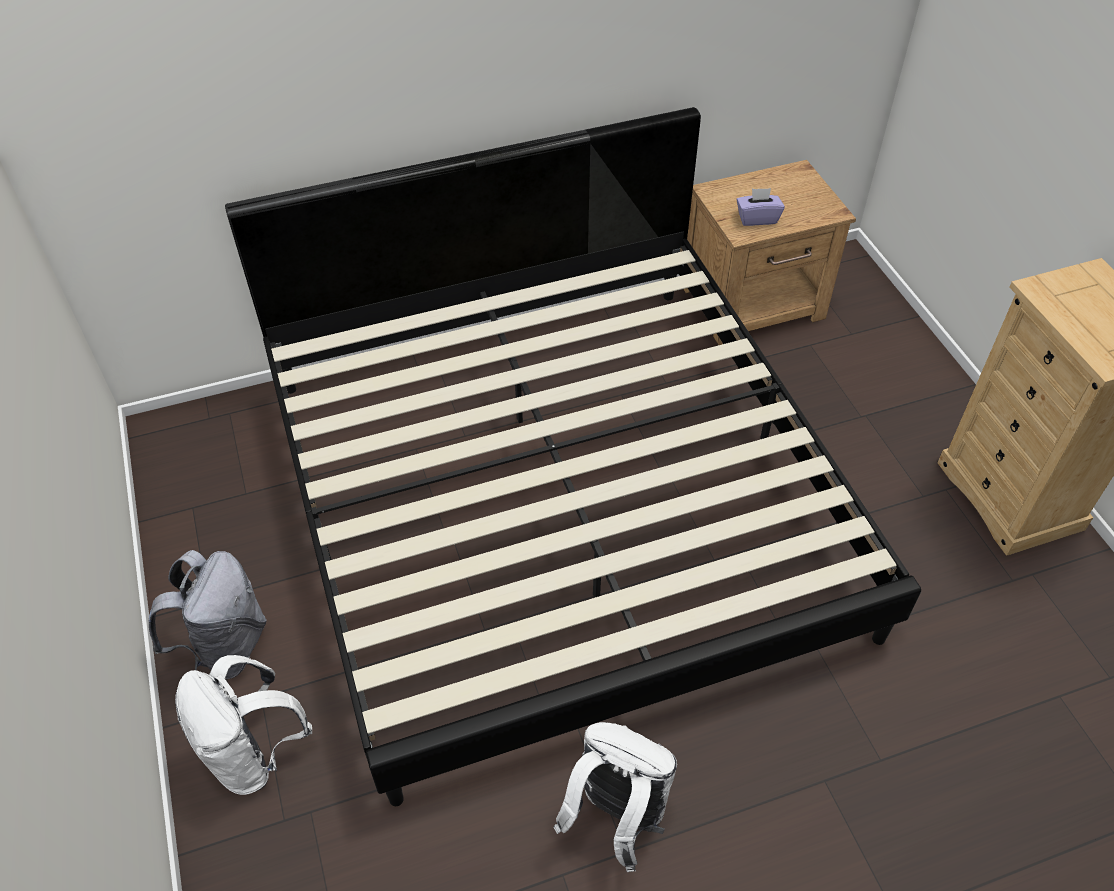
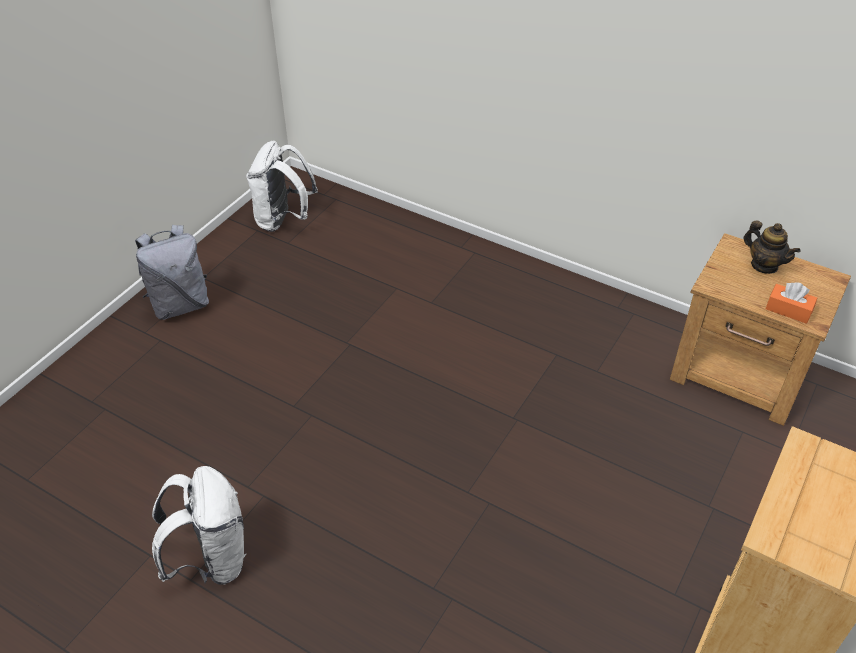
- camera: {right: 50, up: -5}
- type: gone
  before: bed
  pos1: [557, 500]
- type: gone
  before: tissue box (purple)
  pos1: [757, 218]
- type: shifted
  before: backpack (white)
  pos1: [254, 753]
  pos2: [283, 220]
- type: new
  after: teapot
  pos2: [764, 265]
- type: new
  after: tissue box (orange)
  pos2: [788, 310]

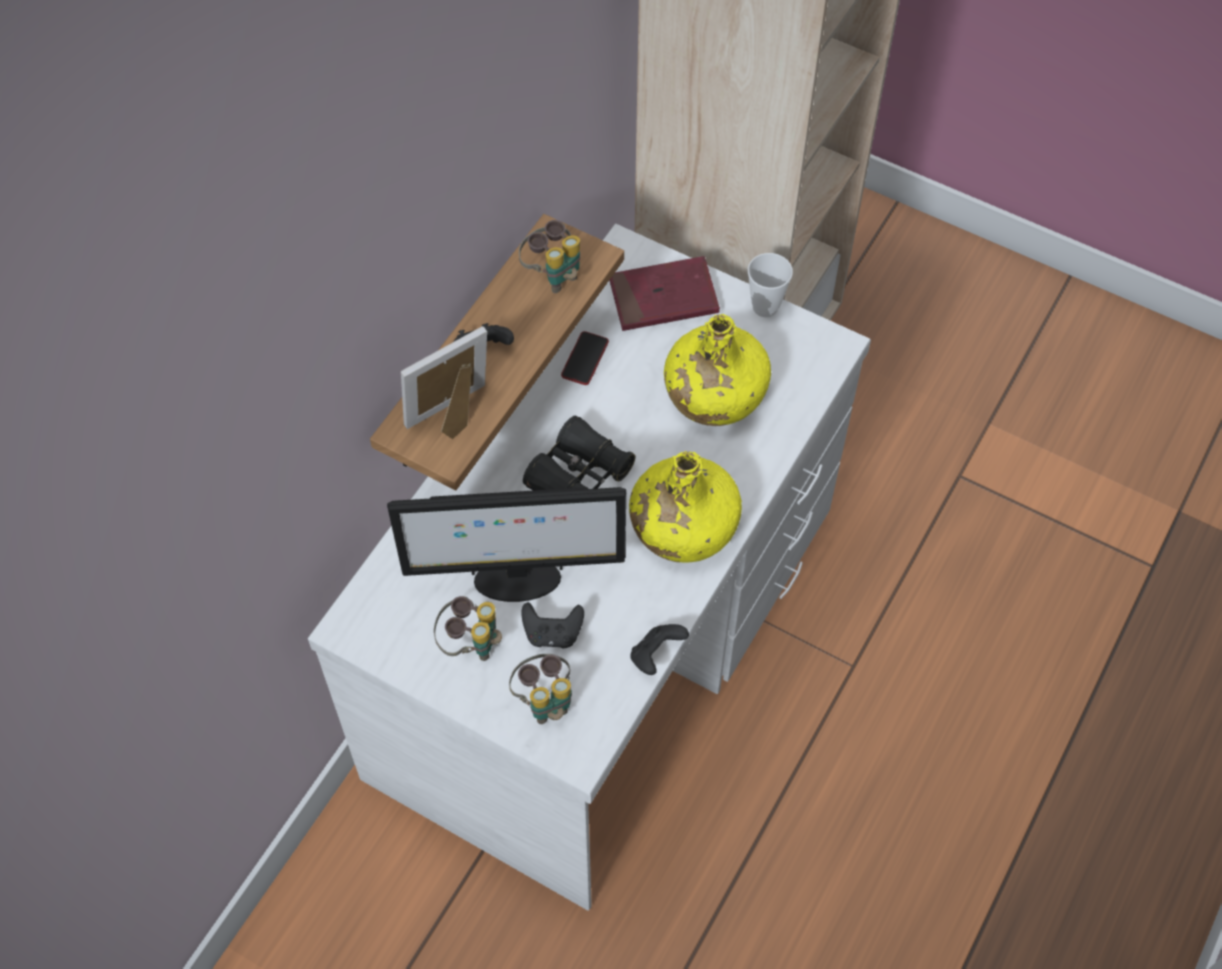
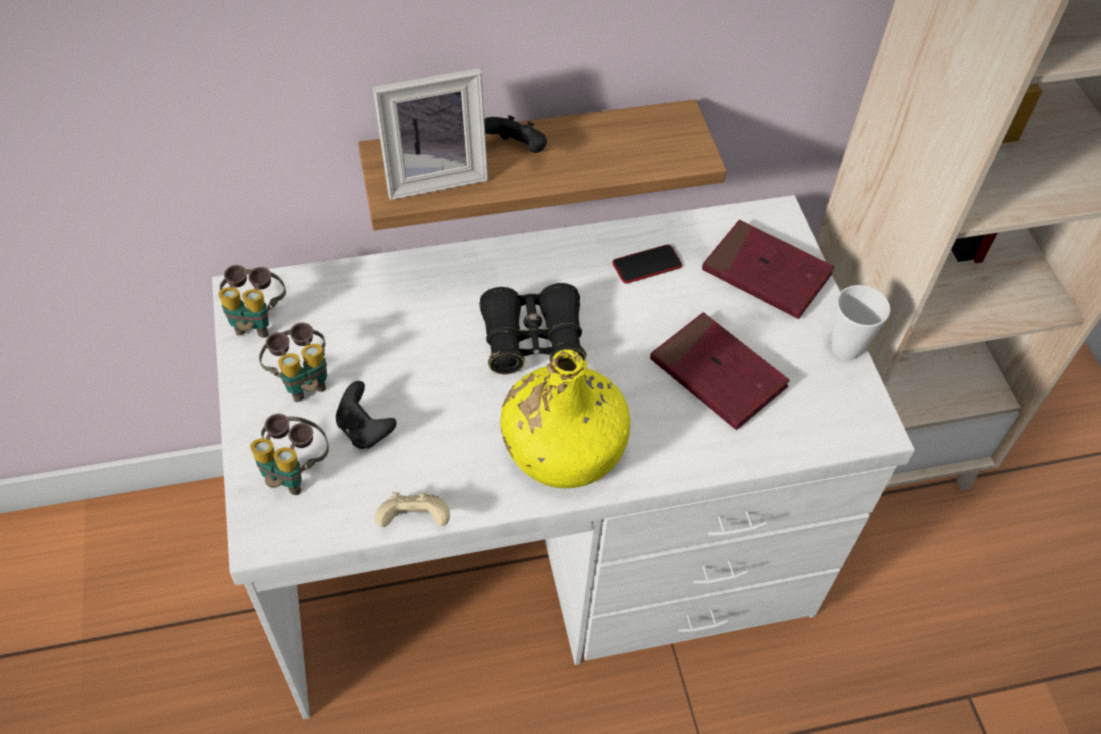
- camera: {right: 45, up: -5}
- type: shifted
  before: binoculars
  pos1: [553, 274]
  pos2: [256, 320]
- type: swapped
  before: bottle (yellow)
  after: book (red)
  pos1: [714, 394]
  pos2: [717, 374]
- type: rotated
  before: picture frame
  pos1: [453, 417]
  pos2: [434, 175]
  turn: 150
- type: gone
  before: monitor
  pos1: [515, 580]
- type: repainted
  before: game controller (black)
  after: game controller (beige)
  pos1: [656, 655]
  pos2: [415, 521]

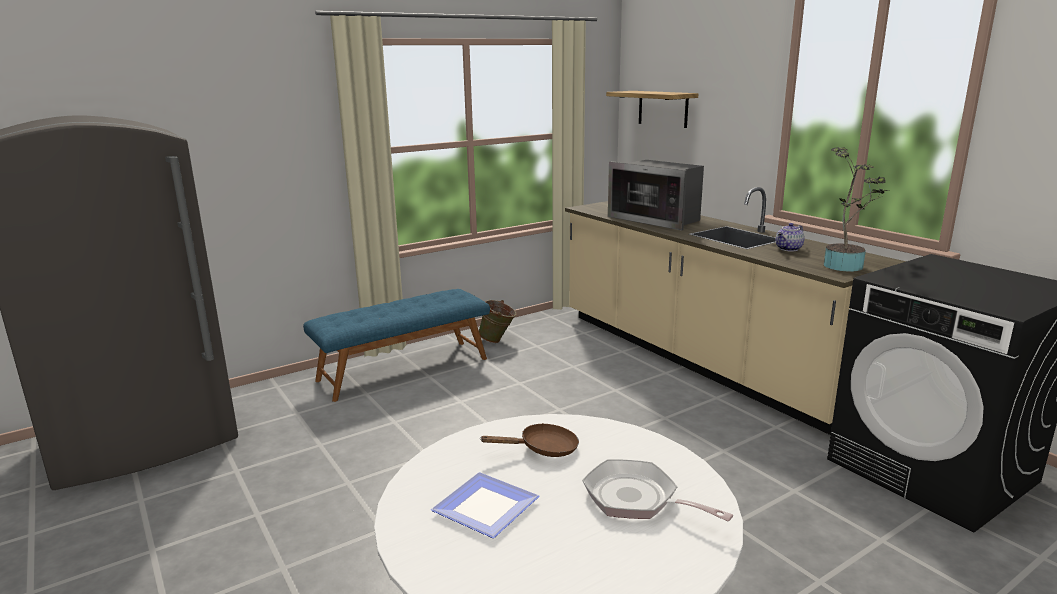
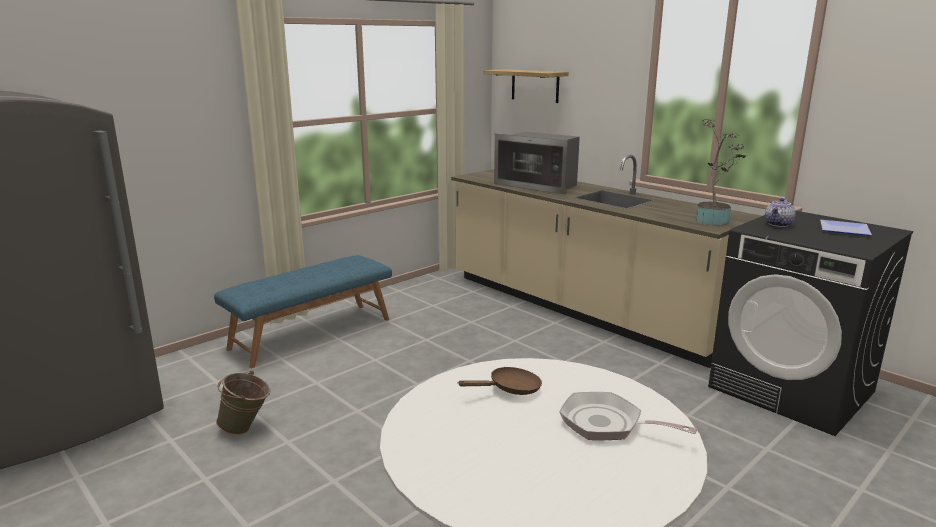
- camera: {right: -10, up: 0}
- type: shifted
  before: teapot
  pos1: [789, 249]
  pos2: [779, 224]
- type: shifted
  before: bucket (green)
  pos1: [498, 341]
  pos2: [247, 429]
- type: shifted
  before: plate
  pos1: [485, 505]
  pos2: [842, 229]

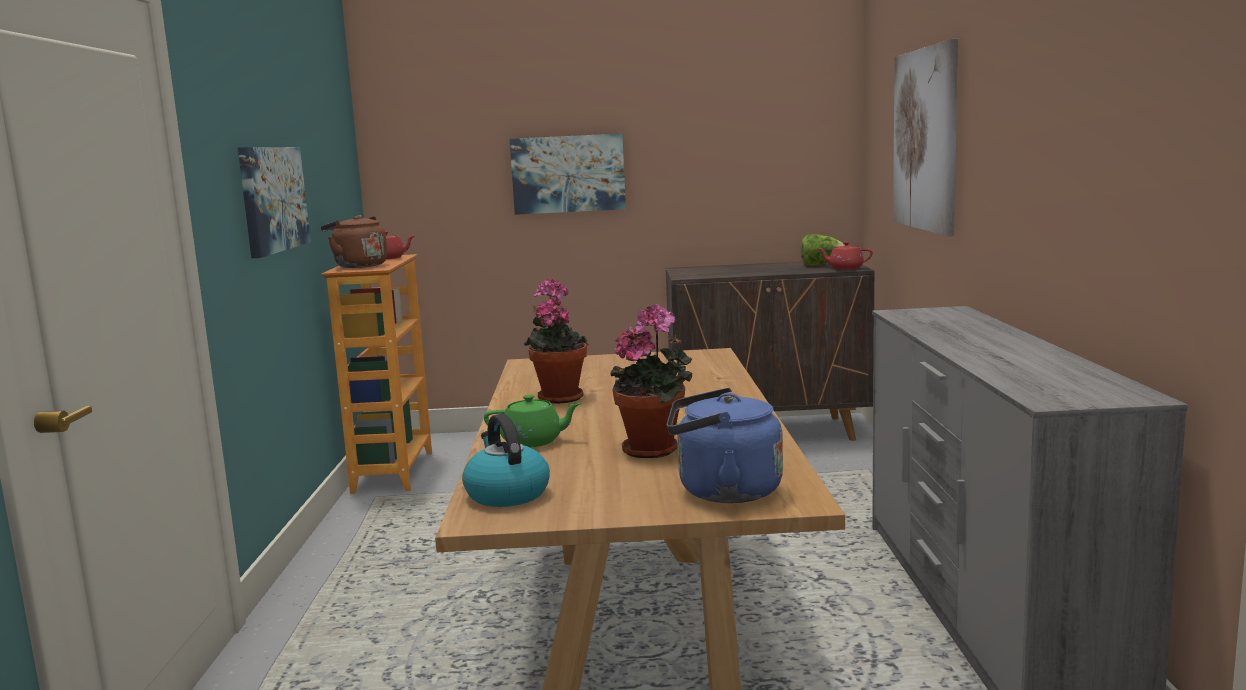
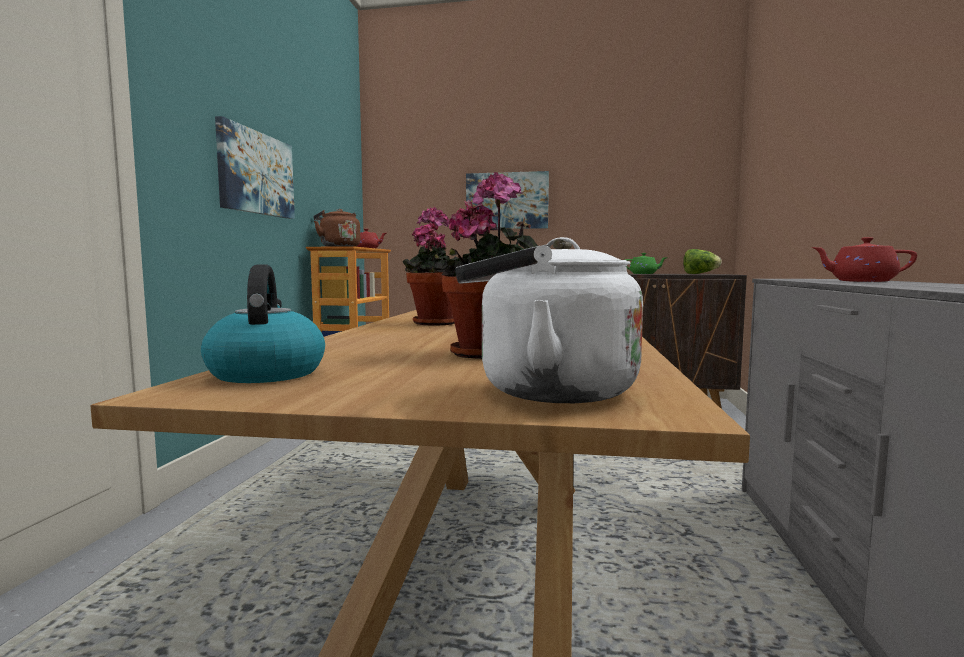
- camera: {right: 10, up: -5}
- type: gone
  before: picture
  pos1: [925, 139]
- type: shifted
  before: teapot (red)
  pos1: [845, 268]
  pos2: [861, 281]
- type: repainted
  before: kettle (blue)
  after: kettle (white)
  pos1: [722, 492]
  pos2: [546, 391]
- type: shifted
  before: teapot (green)
  pos1: [533, 441]
  pos2: [644, 274]

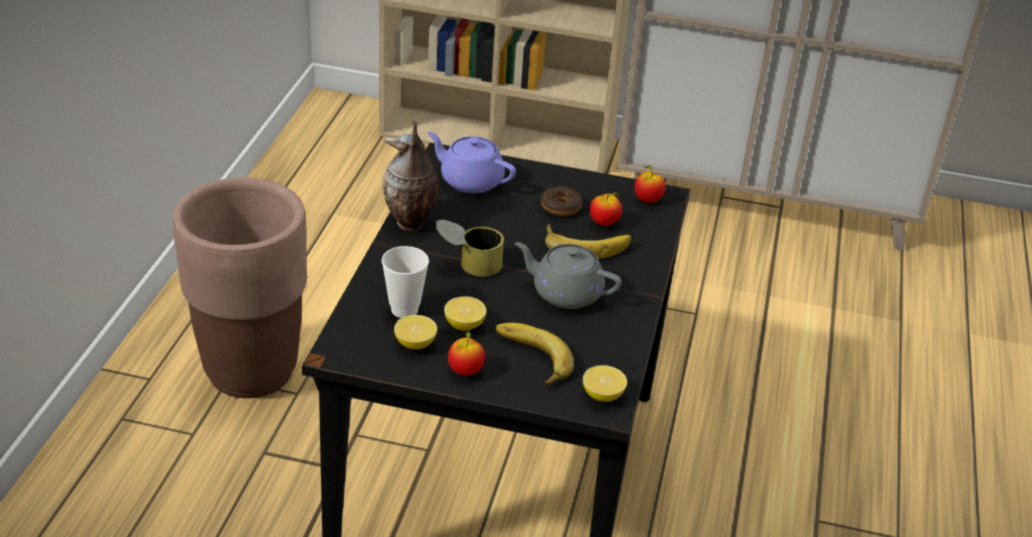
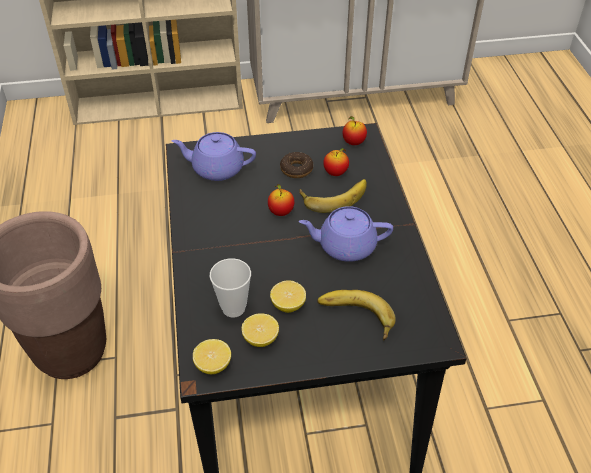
- camera: {right: -20, up: 10}
- type: gone
  before: vase
  pos1: [410, 223]
- type: gone
  before: can
  pos1: [468, 264]
- type: repainted
  before: teapot (grey)
  after: teapot (purple)
  pos1: [565, 293]
  pos2: [345, 246]
- type: shifted
  before: apple
  pos1: [465, 371]
  pos2: [281, 212]
- type: shifted
  before: lemon
  pos1: [602, 395]
  pos2: [213, 365]

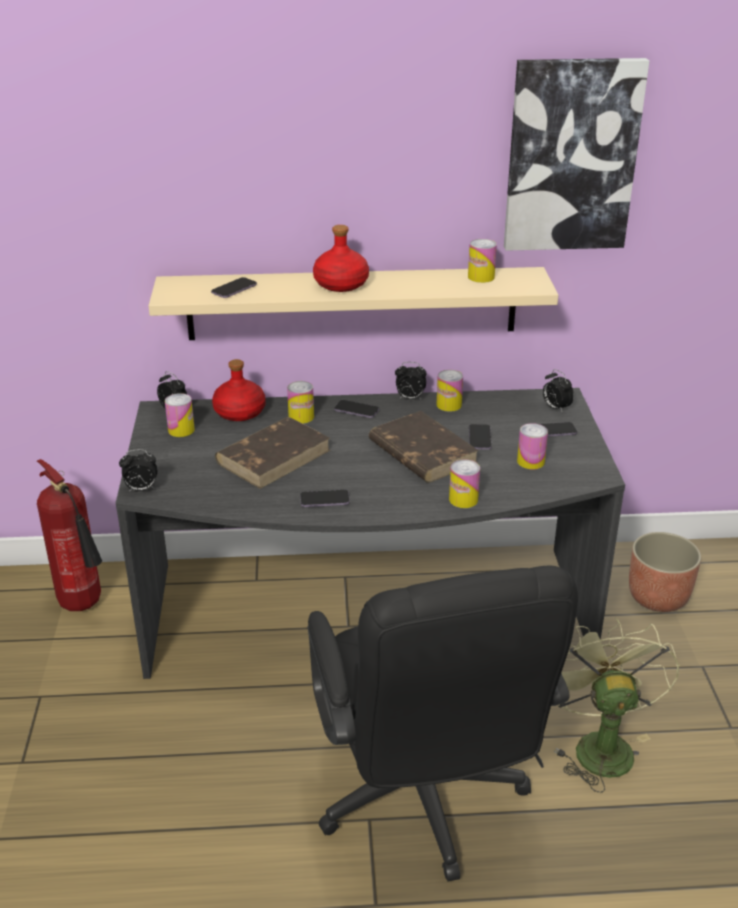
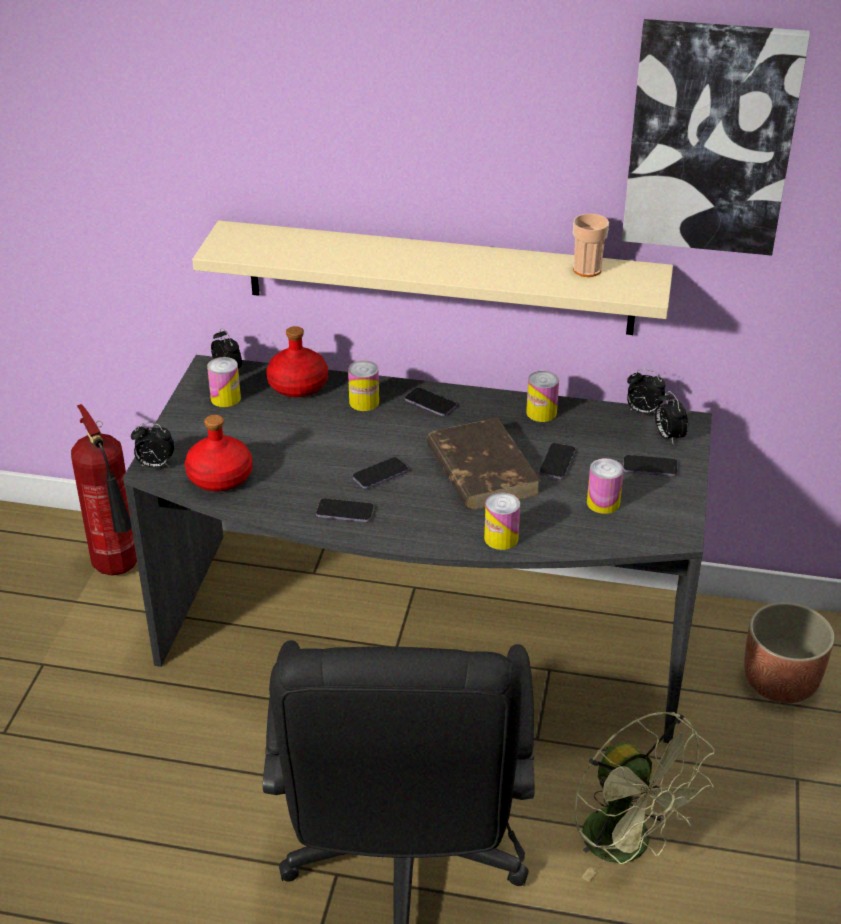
- camera: {right: 15, up: 5}
- type: shifted
  before: bottle (red)
  pos1: [340, 284]
  pos2: [219, 477]
- type: swapped
  before: can
  after: cup
  pos1: [481, 277]
  pos2: [587, 270]
- type: shifted
  before: phone
  pos1: [234, 289]
  pos2: [380, 475]
- type: shifted
  before: alarm clock
  pos1: [410, 398]
  pos2: [642, 412]
- type: gone
  before: book (brown)
  pos1: [274, 456]
- type: rotated
  before: fan (green)
  pos1: [598, 744]
  pos2: [628, 846]
  turn: 135

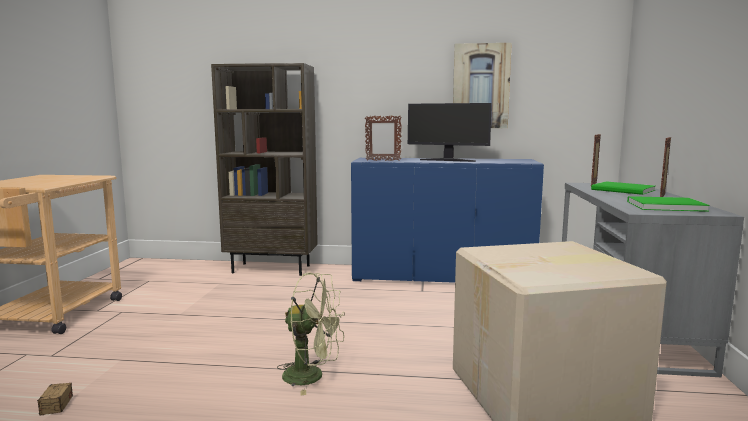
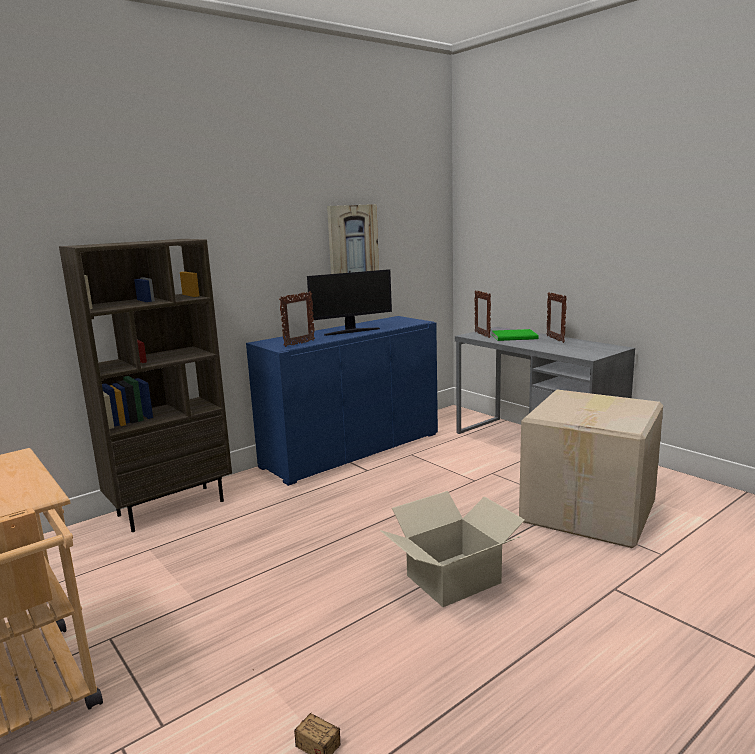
- camera: {right: -45, up: 5}
- type: gone
  before: book (green)
  pos1: [663, 206]
- type: swapped
  before: fan (green)
  after: cardboard box
  pos1: [312, 376]
  pos2: [452, 578]

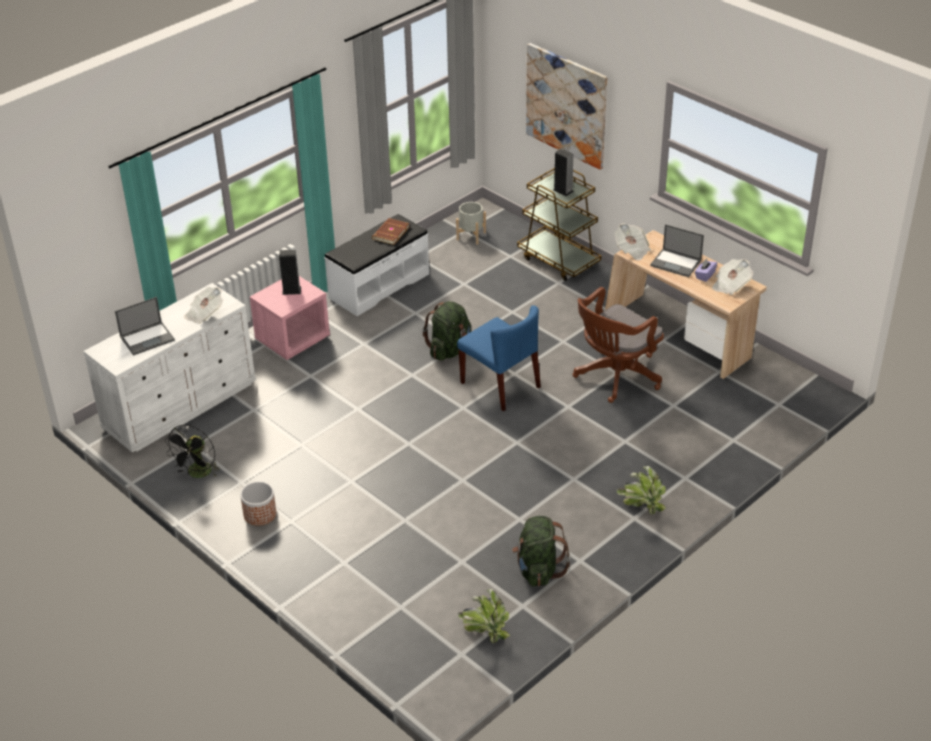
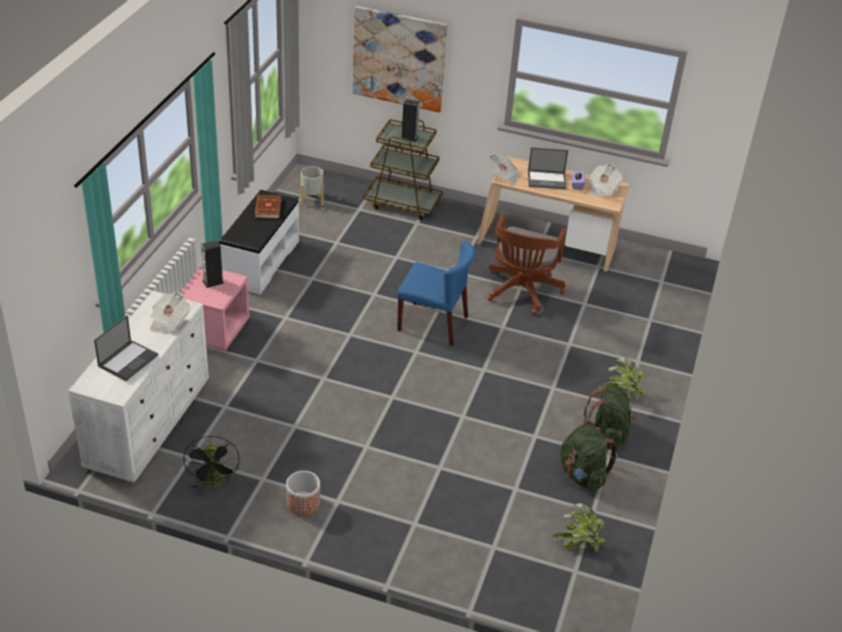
- camera: {right: -30, up: 0}
- type: shifted
  before: backpack (green)
  pos1: [449, 349]
  pos2: [607, 434]

